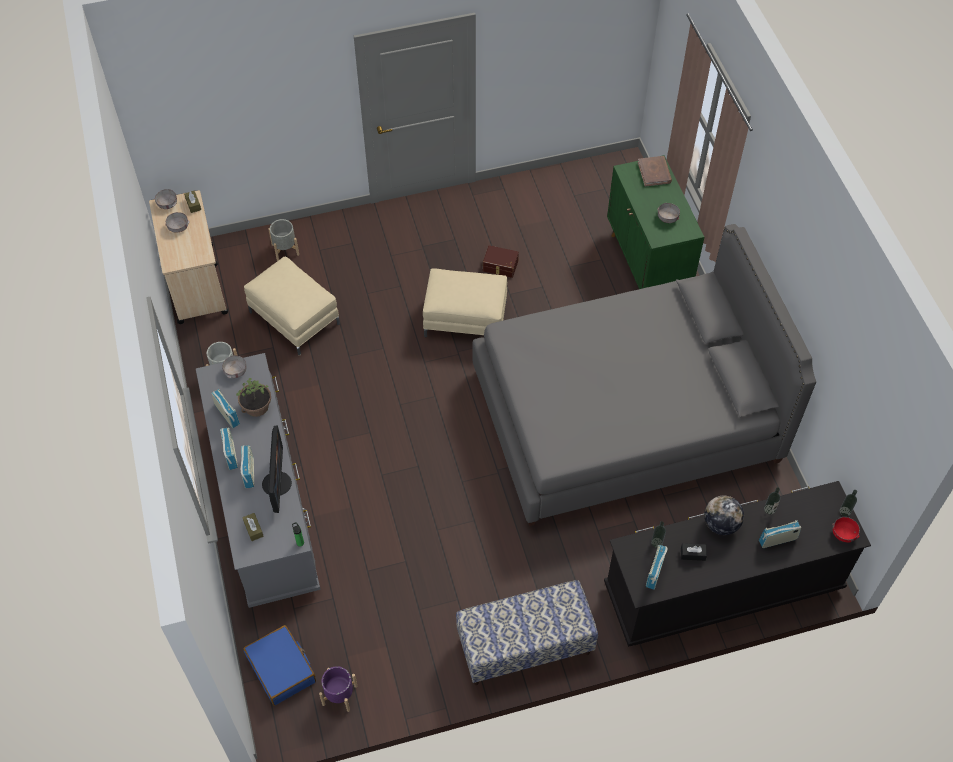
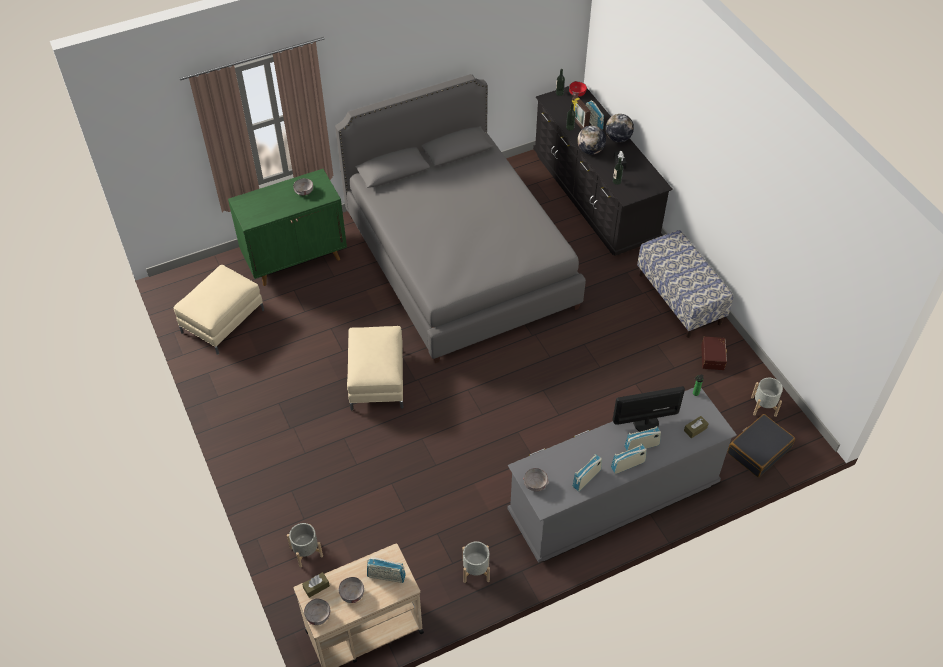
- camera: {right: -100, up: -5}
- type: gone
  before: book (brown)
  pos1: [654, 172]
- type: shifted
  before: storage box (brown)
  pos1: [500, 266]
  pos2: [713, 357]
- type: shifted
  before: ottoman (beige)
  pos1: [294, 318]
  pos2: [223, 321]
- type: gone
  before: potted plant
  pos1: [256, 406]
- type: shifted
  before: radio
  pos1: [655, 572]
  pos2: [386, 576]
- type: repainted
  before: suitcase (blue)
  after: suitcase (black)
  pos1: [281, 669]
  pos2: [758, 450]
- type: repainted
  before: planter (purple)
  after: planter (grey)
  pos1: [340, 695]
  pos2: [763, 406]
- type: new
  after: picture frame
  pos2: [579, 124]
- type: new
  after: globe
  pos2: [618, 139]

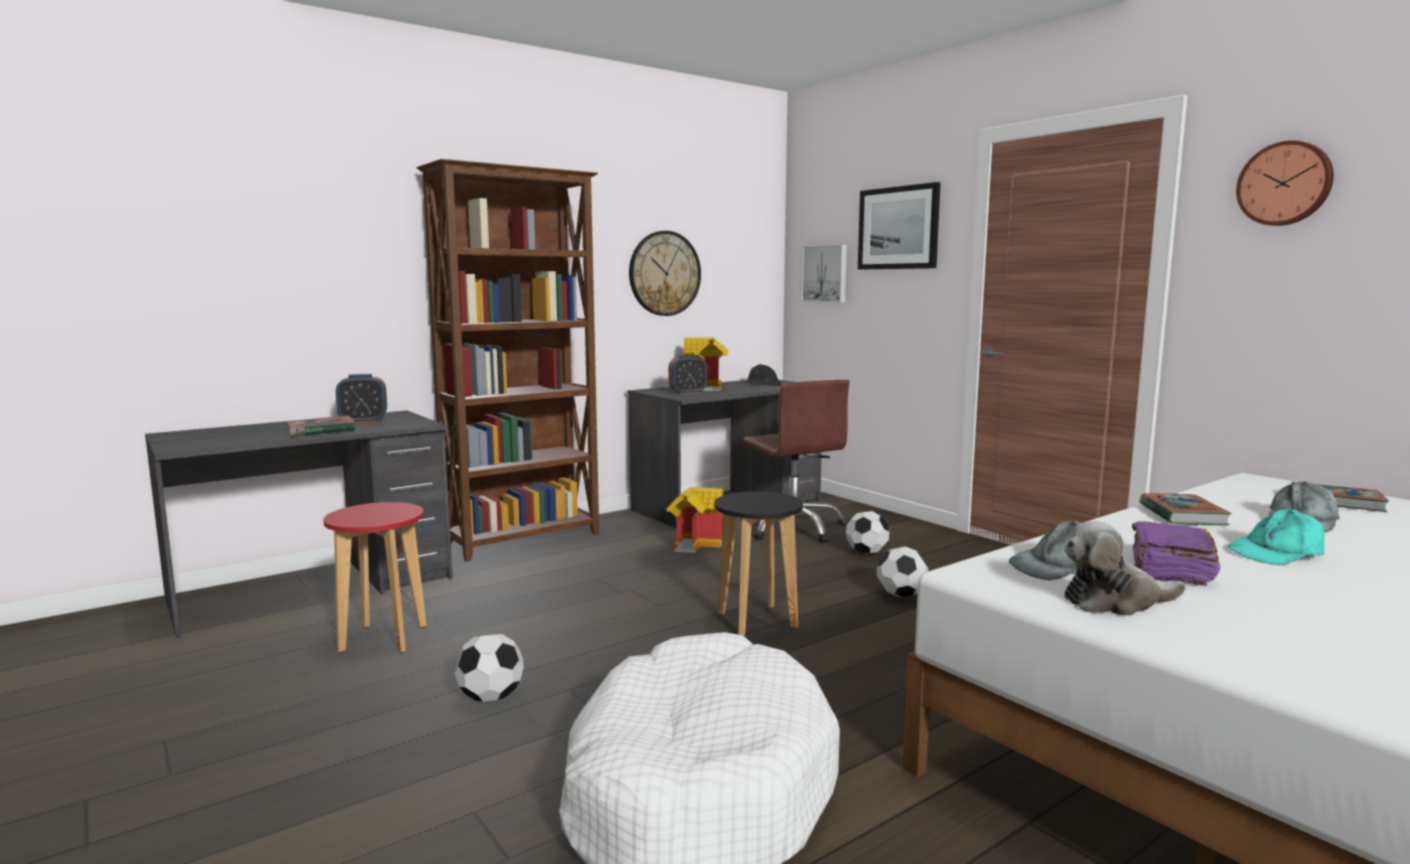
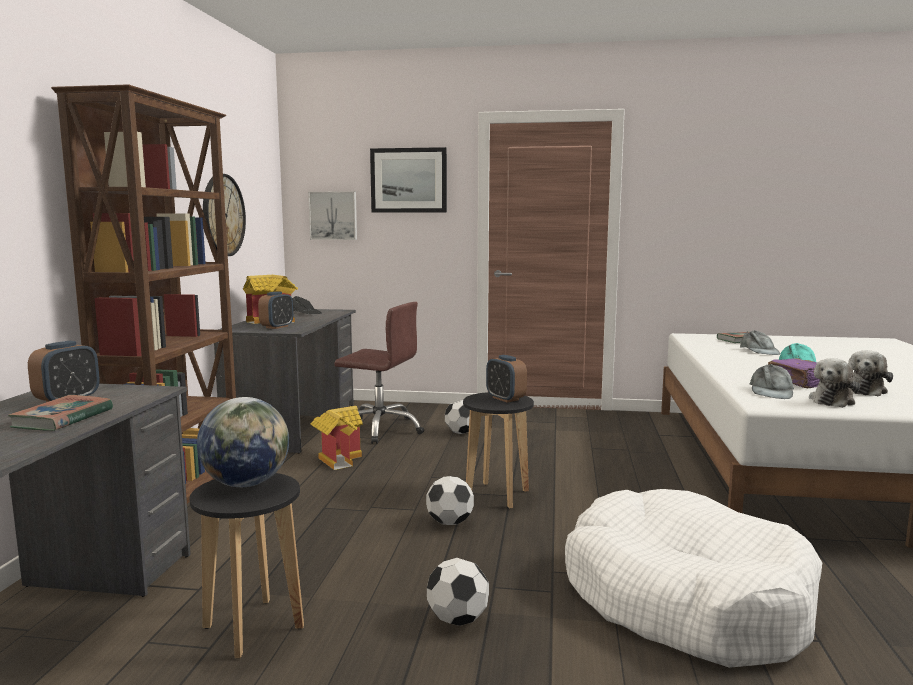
- camera: {right: -45, up: 0}
- type: gone
  before: wall clock
  pos1: [1285, 184]
- type: gone
  before: book
  pos1: [1182, 515]
- type: repainted
  before: stool (red)
  after: stool (black)
  pos1: [383, 639]
  pos2: [254, 628]
- type: shifted
  before: football
  pos1: [901, 595]
  pos2: [449, 522]
- type: new
  after: plush toy
  pos2: [865, 390]
- type: new
  after: alarm clock
  pos2: [505, 398]
- type: new
  after: globe
  pos2: [246, 484]

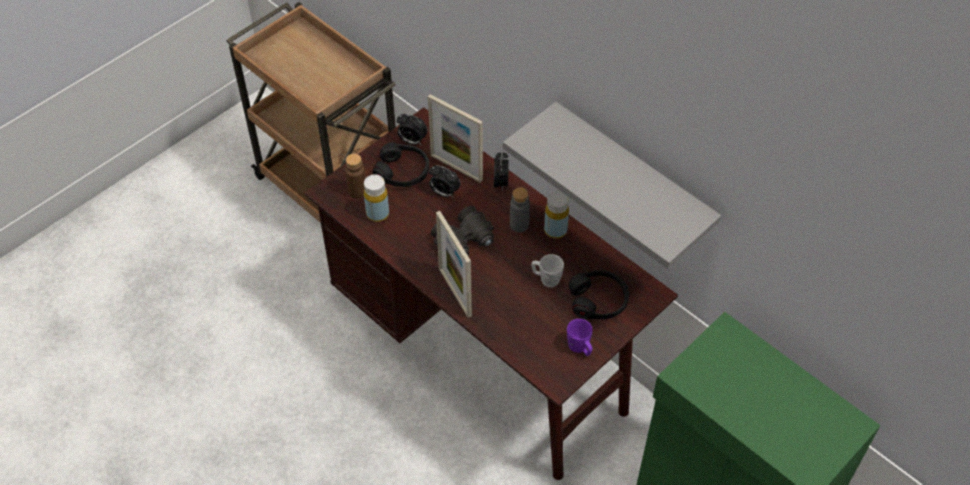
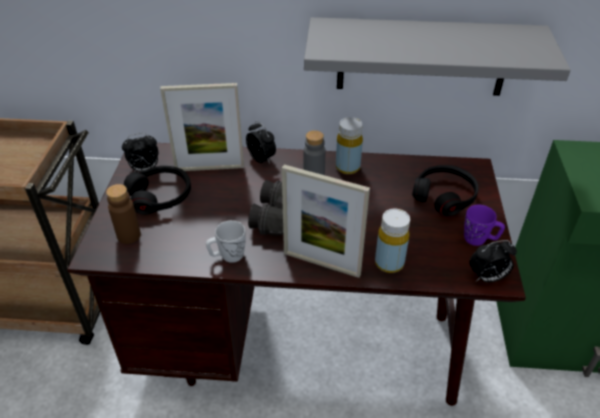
- camera: {right: -40, up: -10}
- type: shifted
  before: alarm clock
  pos1: [444, 193]
  pos2: [487, 278]
- type: shifted
  before: bottle (yellow)
  pos1: [377, 214]
  pos2: [389, 263]
- type: shifted
  before: mug (white)
  pos1: [546, 279]
  pos2: [227, 256]

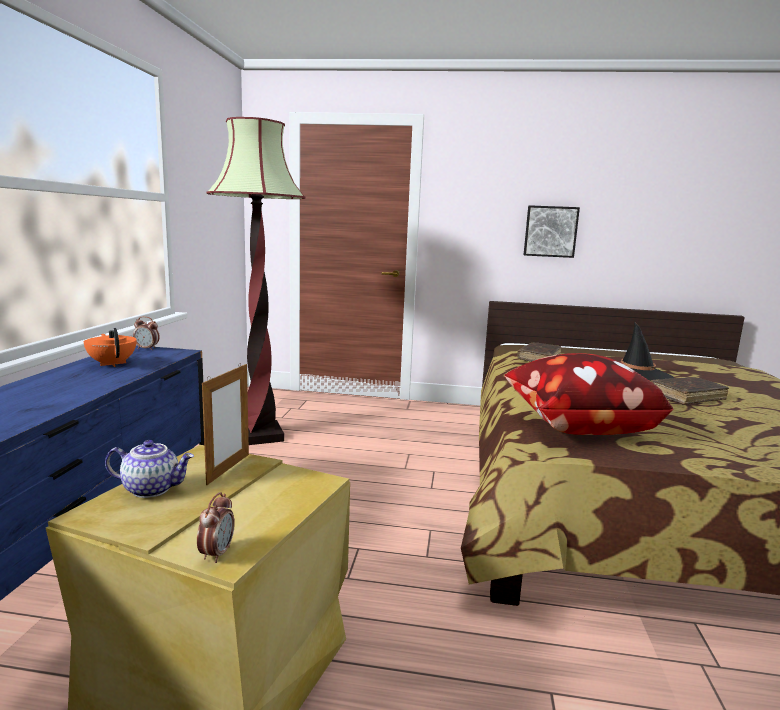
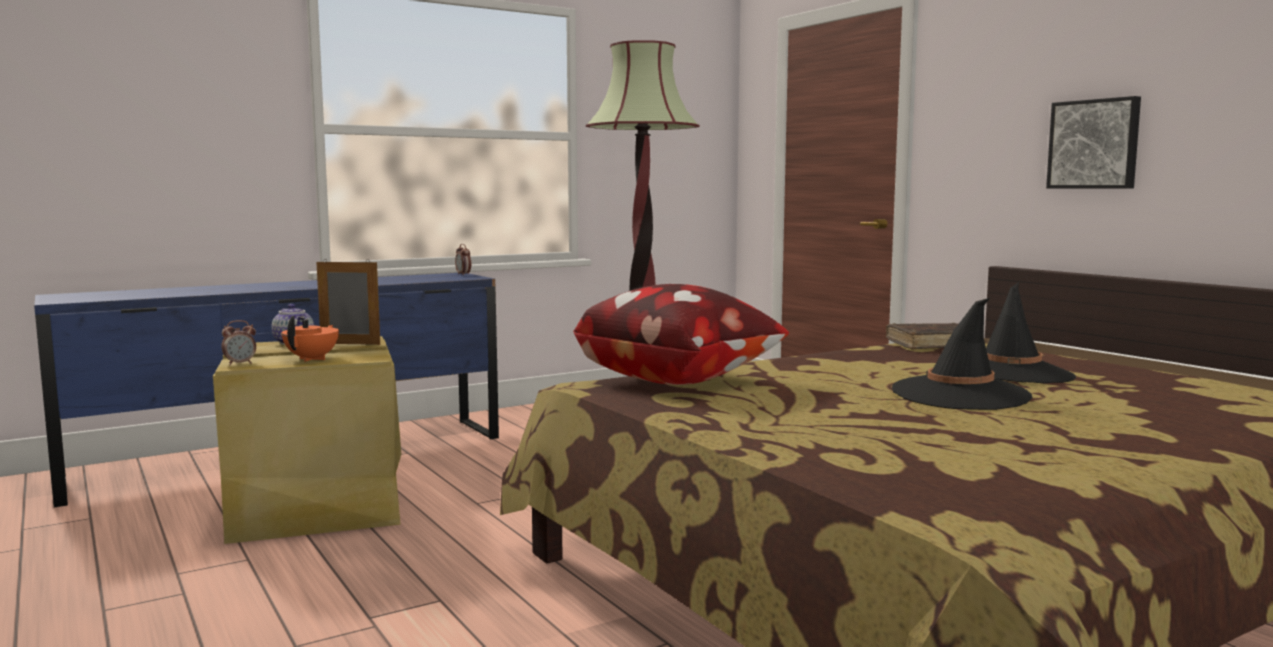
- camera: {right: 50, up: -5}
- type: shifted
  before: teapot (orange)
  pos1: [112, 364]
  pos2: [312, 359]
- type: rotated
  before: picture frame
  pos1: [228, 468]
  pos2: [350, 344]
  turn: -150
- type: swapped
  before: book (brown)
  after: hat (black)
  pos1: [687, 397]
  pos2: [960, 394]

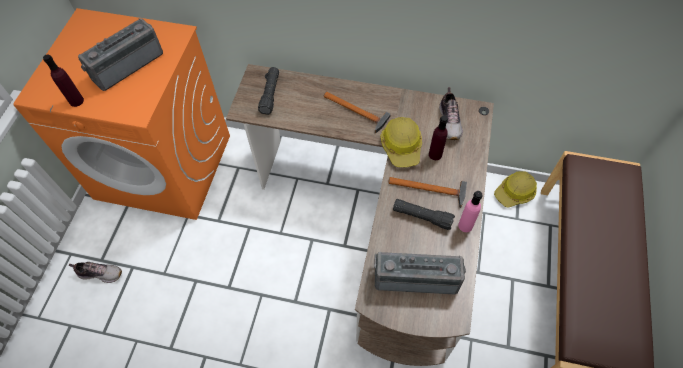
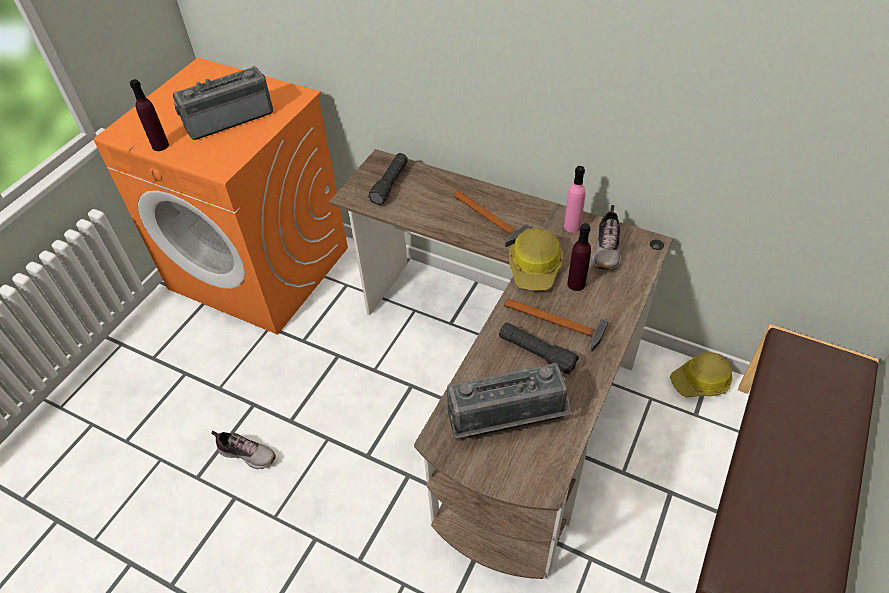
- camera: {right: 15, up: -10}
- type: shifted
  before: bottle (pink)
  pos1: [465, 225]
  pos2: [572, 226]
- type: rotated
  before: radio
  pos1: [416, 276]
  pos2: [506, 422]
  turn: 150
- type: shifted
  before: shoe
  pos1: [100, 273]
  pos2: [247, 453]

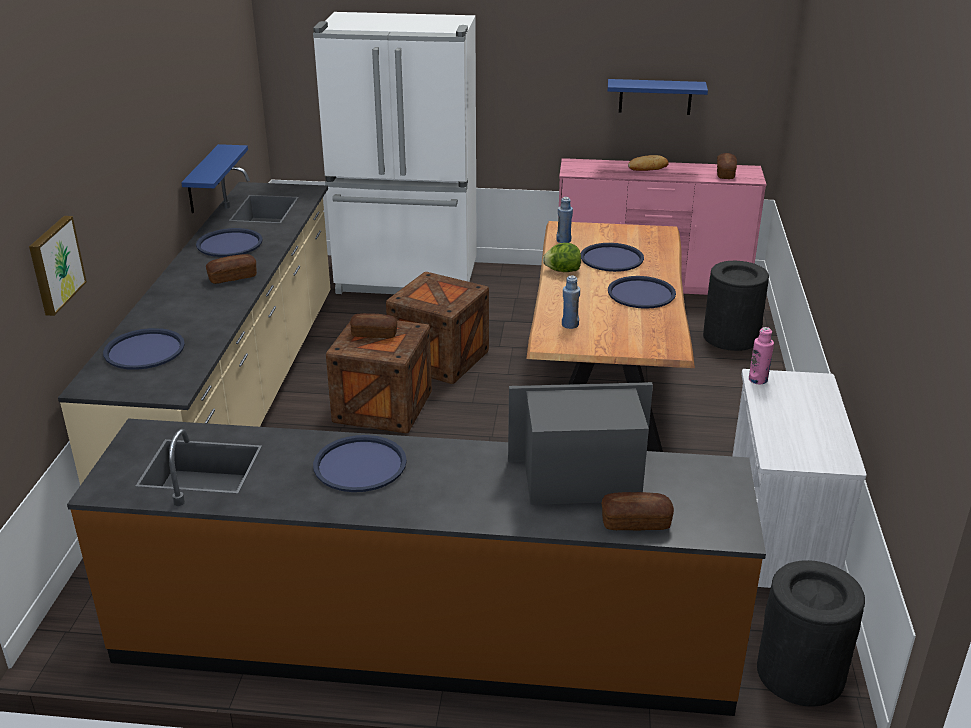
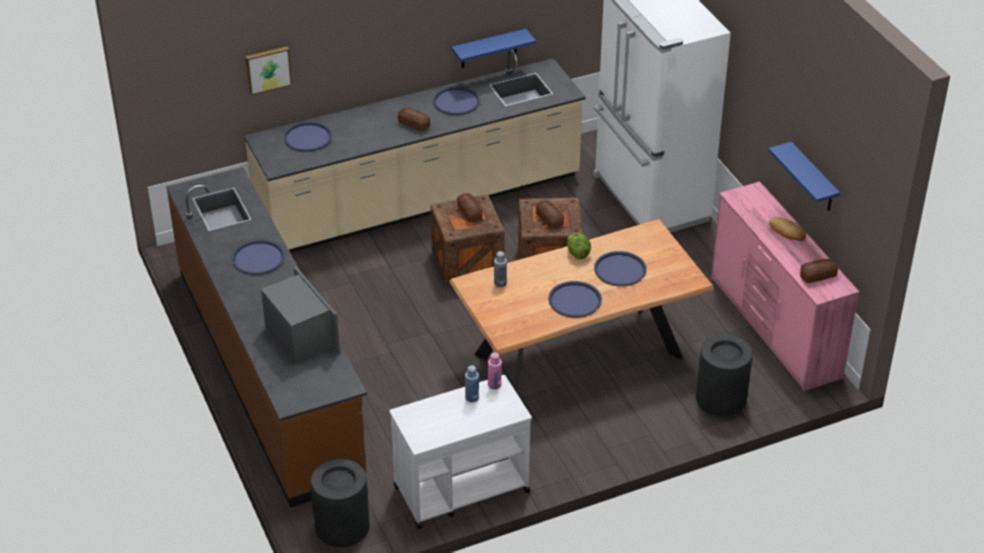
- camera: {right: 60, up: 10}
- type: shifted
  before: bottle (blue)
  pos1: [563, 240]
  pos2: [472, 397]
- type: shifted
  before: bread
  pos1: [635, 522]
  pos2: [549, 220]

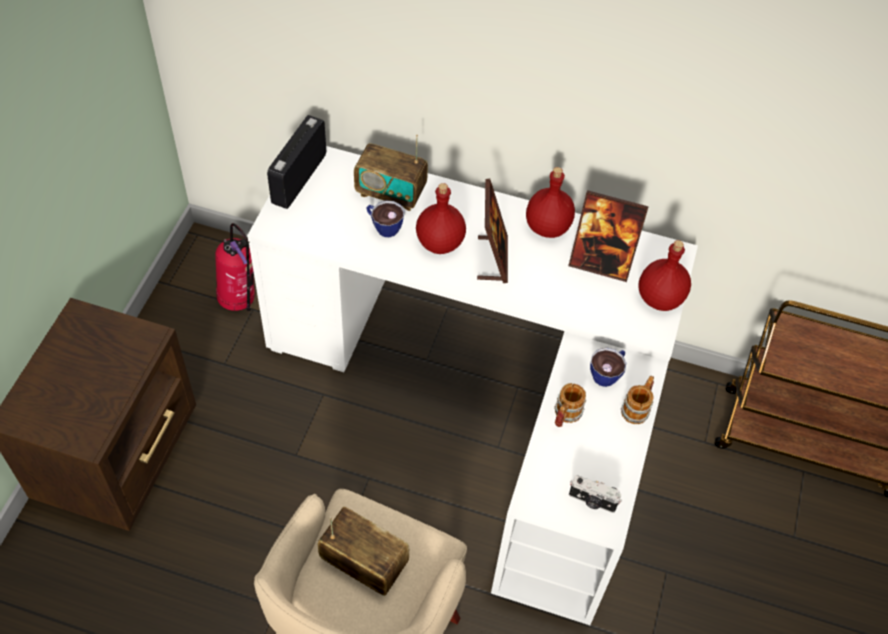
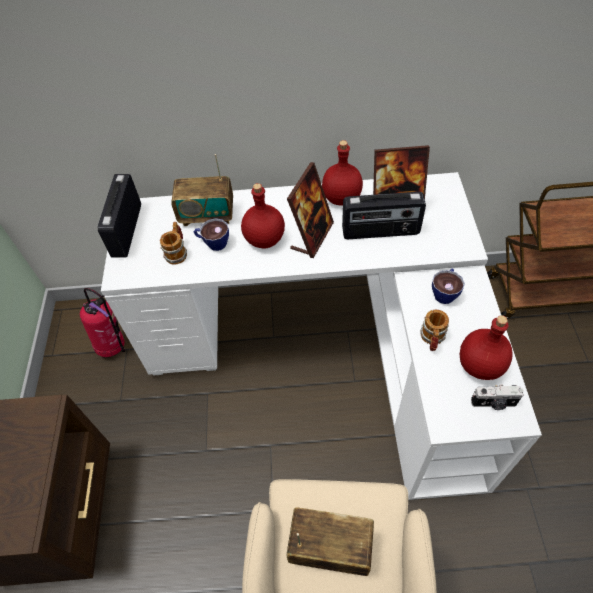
- camera: {right: -15, up: 0}
- type: rotated
  before: picture frame
  pos1: [492, 259]
  pos2: [312, 236]
  turn: 45
- type: shifted
  before: bottle (red)
  pos1: [660, 298]
  pos2: [480, 364]
- type: shifted
  before: mug
  pos1: [637, 408]
  pos2: [177, 252]
- type: new
  after: radio
  pos2: [380, 232]

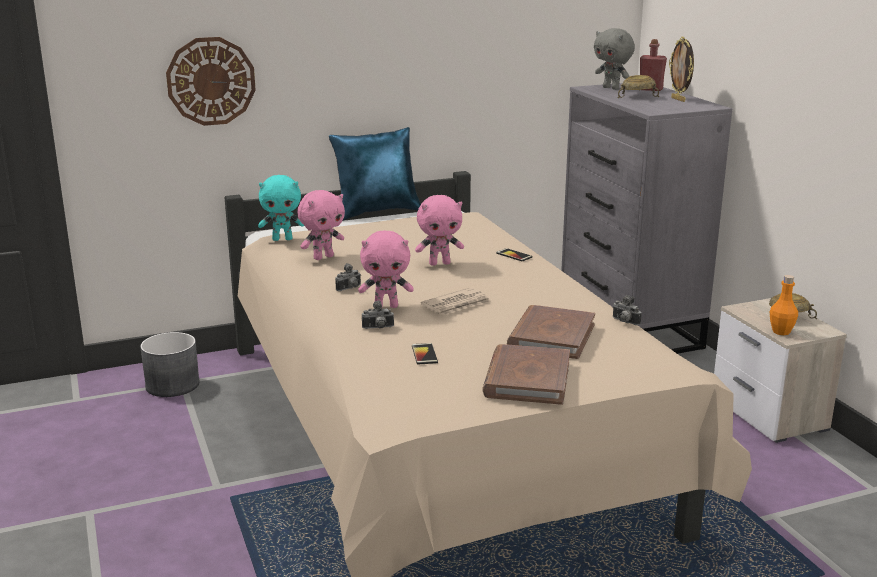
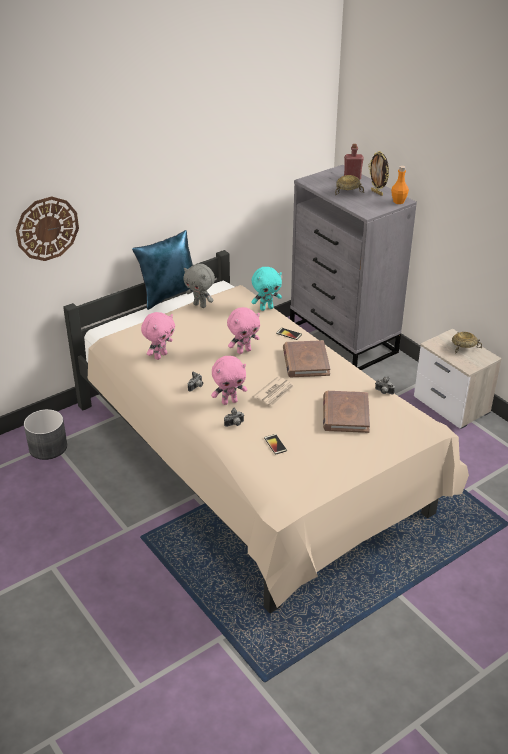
- camera: {right: -15, up: 15}
- type: shifted
  before: plush toy (grey)
  pos1: [611, 88]
  pos2: [200, 305]
- type: shifted
  before: plush toy (turquoise)
  pos1: [282, 239]
  pos2: [266, 308]
- type: shifted
  before: bottle (orange)
  pos1: [781, 332]
  pos2: [398, 202]
- type: shifted
  before: book (brown)
  pos1: [527, 379]
  pos2: [305, 361]

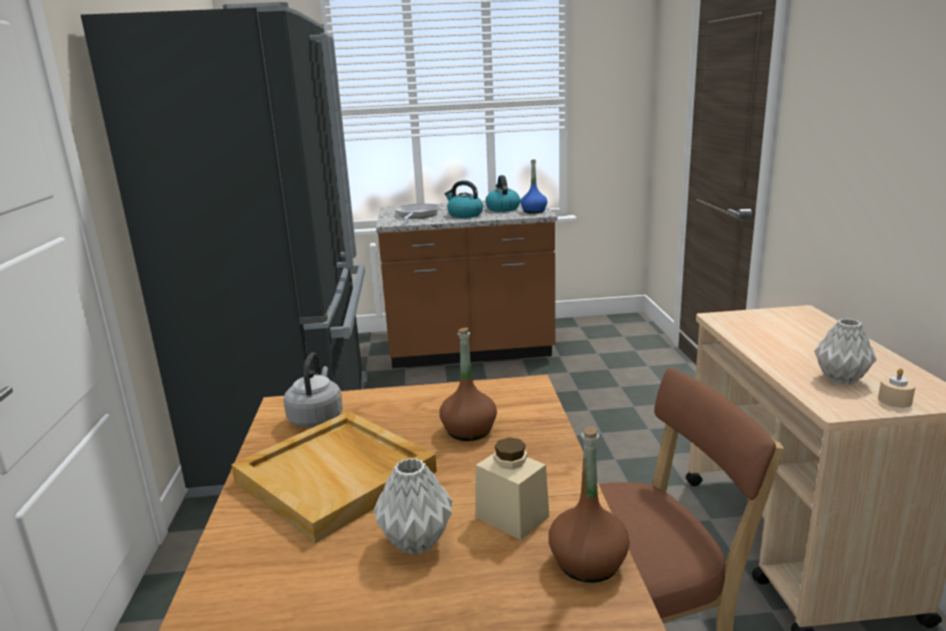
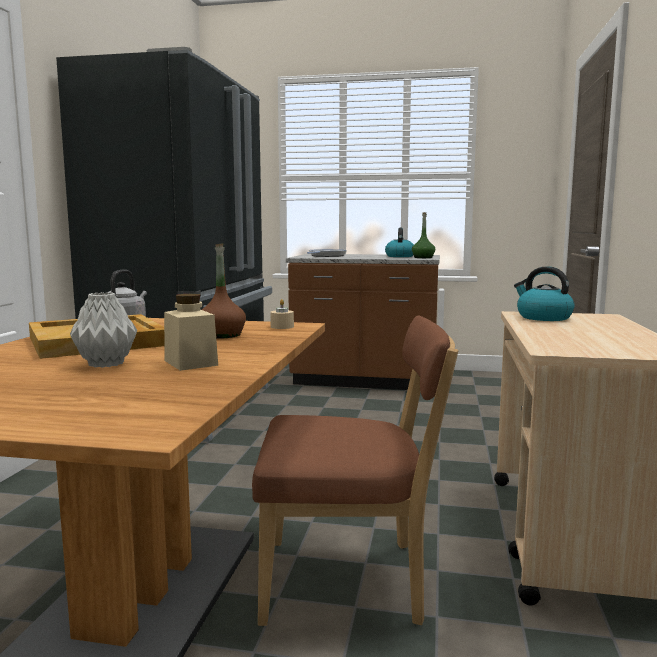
- camera: {right: 15, up: -10}
- type: repainted
  before: bottle (blue)
  after: bottle (green)
  pos1: [533, 211]
  pos2: [423, 257]
- type: shifted
  before: kettle
  pos1: [464, 215]
  pos2: [543, 317]
- type: gone
  before: vase (grey)
  pos1: [840, 379]
- type: shifted
  before: candle (beige)
  pos1: [894, 400]
  pos2: [282, 327]
- type: gone
  before: bottle (brown)
  pos1: [588, 563]

